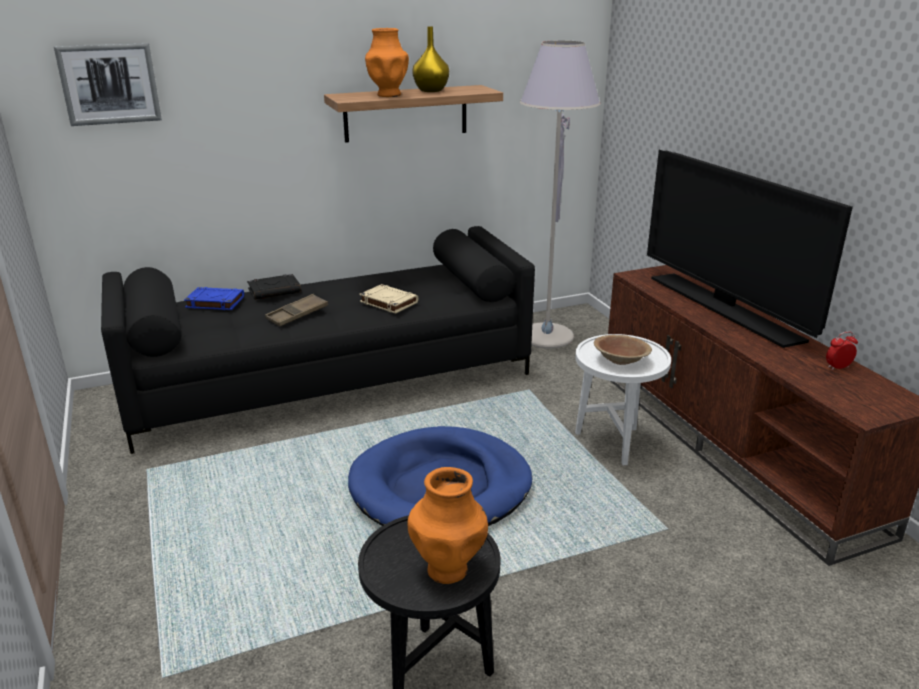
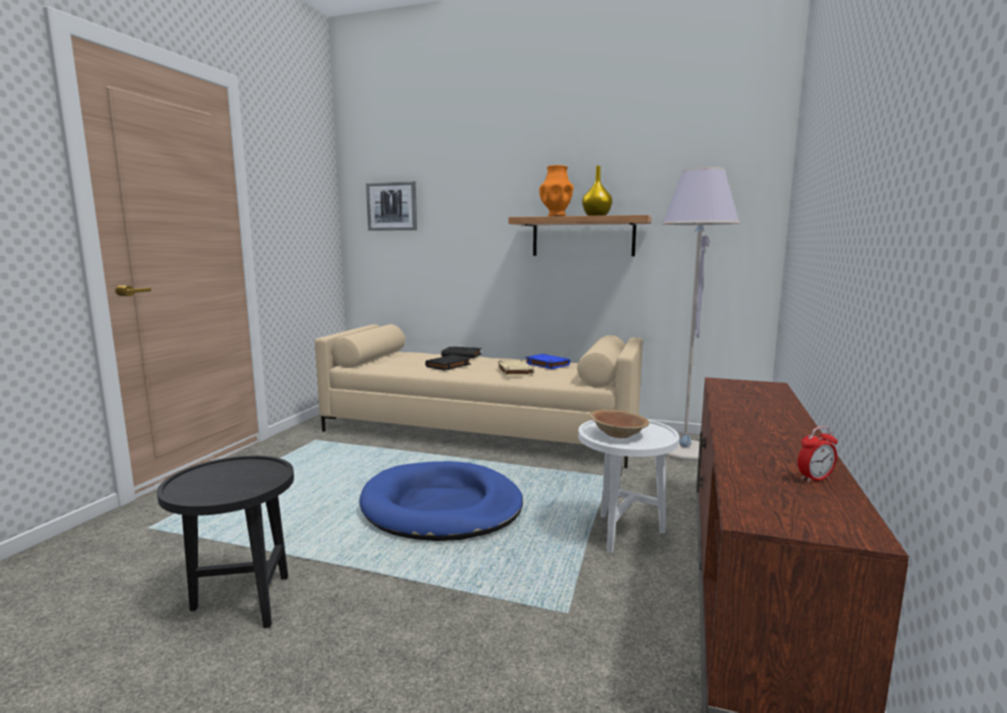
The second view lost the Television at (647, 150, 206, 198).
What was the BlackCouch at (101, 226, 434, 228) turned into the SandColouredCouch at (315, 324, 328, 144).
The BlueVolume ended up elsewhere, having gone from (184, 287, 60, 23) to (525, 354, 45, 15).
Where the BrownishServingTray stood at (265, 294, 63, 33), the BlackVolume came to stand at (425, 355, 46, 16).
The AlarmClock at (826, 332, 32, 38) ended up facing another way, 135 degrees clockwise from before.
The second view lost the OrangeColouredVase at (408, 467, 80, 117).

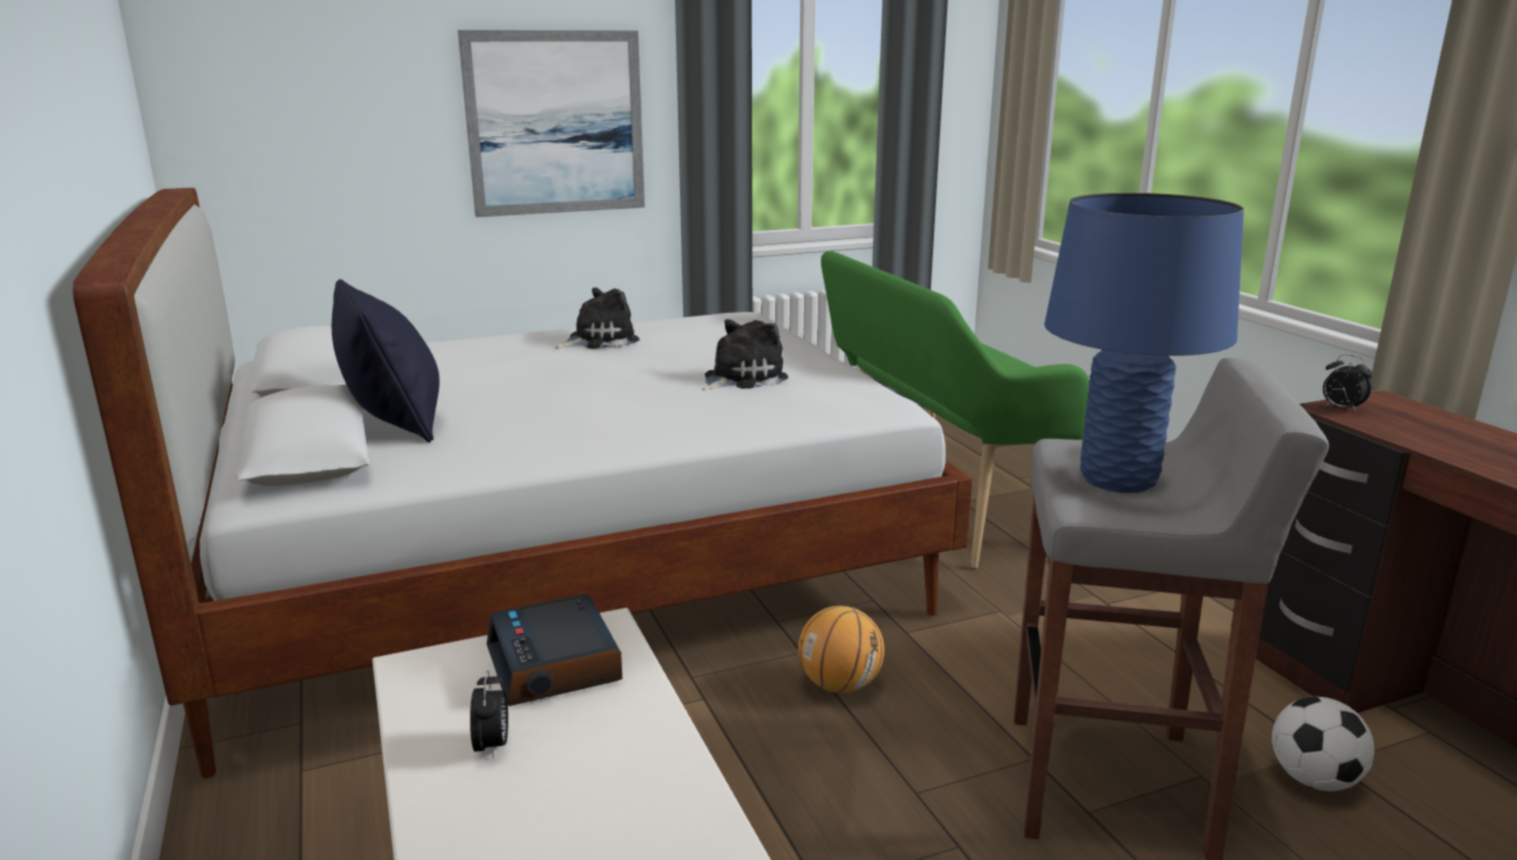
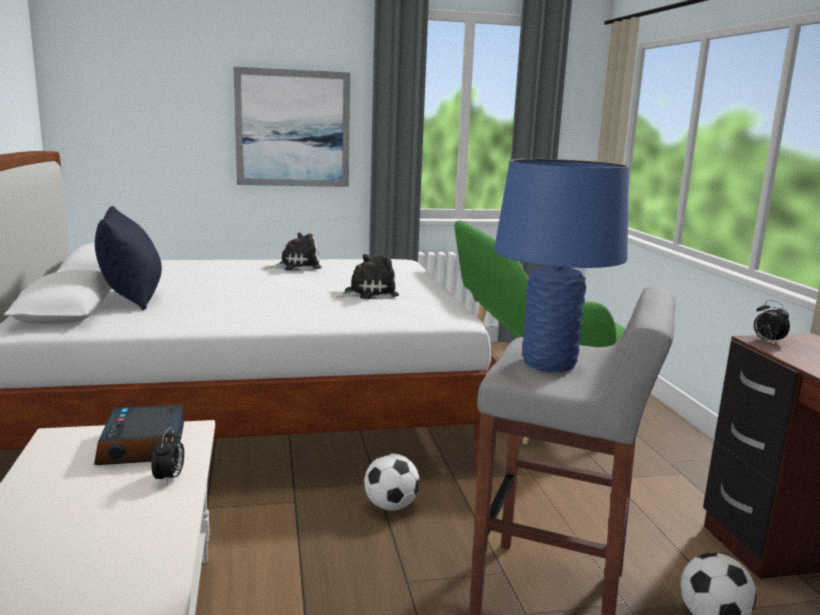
Where the Basketball stood at (798, 606, 87, 87), the Football came to stand at (364, 454, 56, 57).
The AlarmClock ended up elsewhere, having gone from (470, 670, 38, 90) to (151, 427, 33, 58).

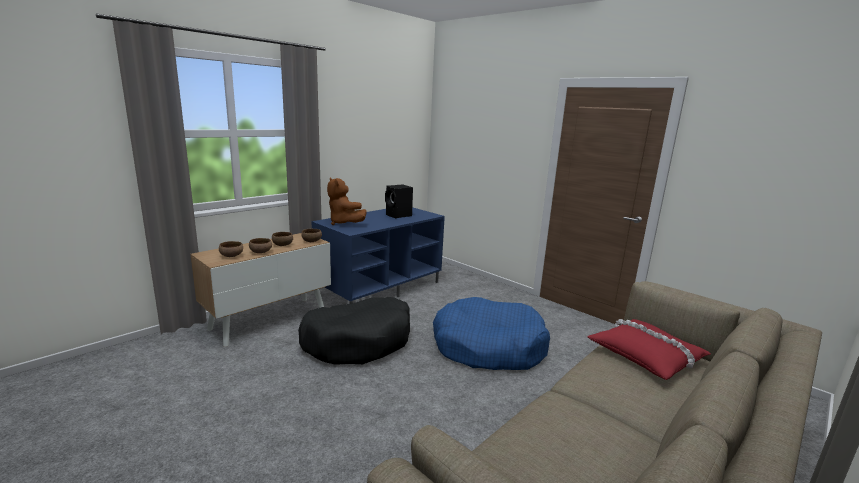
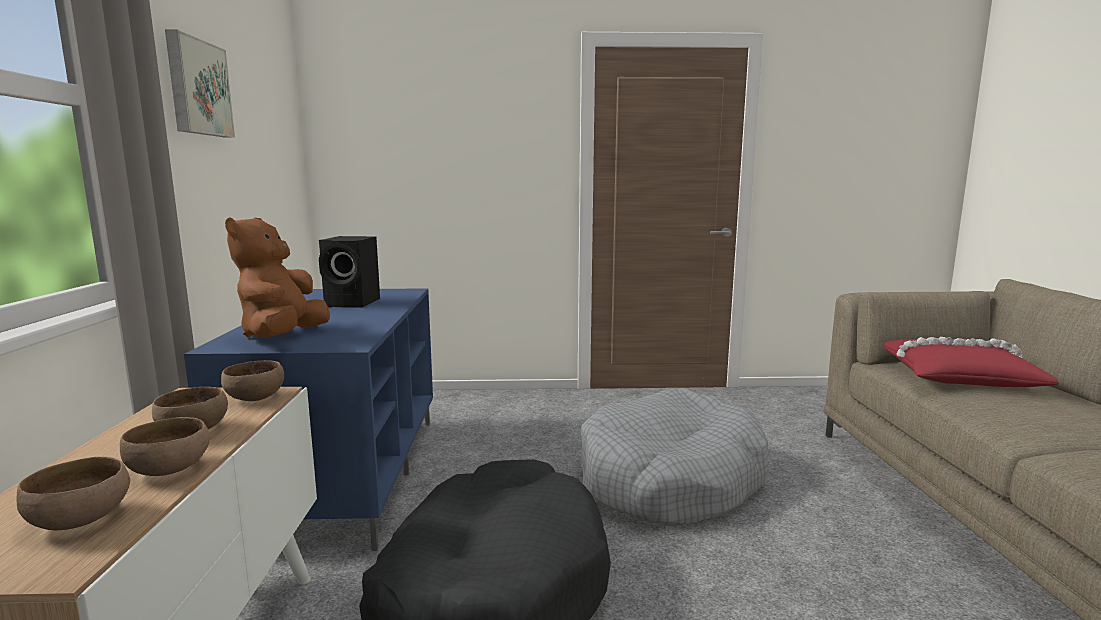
The BrownishSoftToy at (327, 178, 40, 47) ended up facing another way, 90 degrees clockwise from before.
What was the BlueDogCushion at (433, 297, 117, 73) turned into the GrayDogCushion at (581, 389, 188, 137).
The second view gained the WallArt at (165, 30, 70, 108).

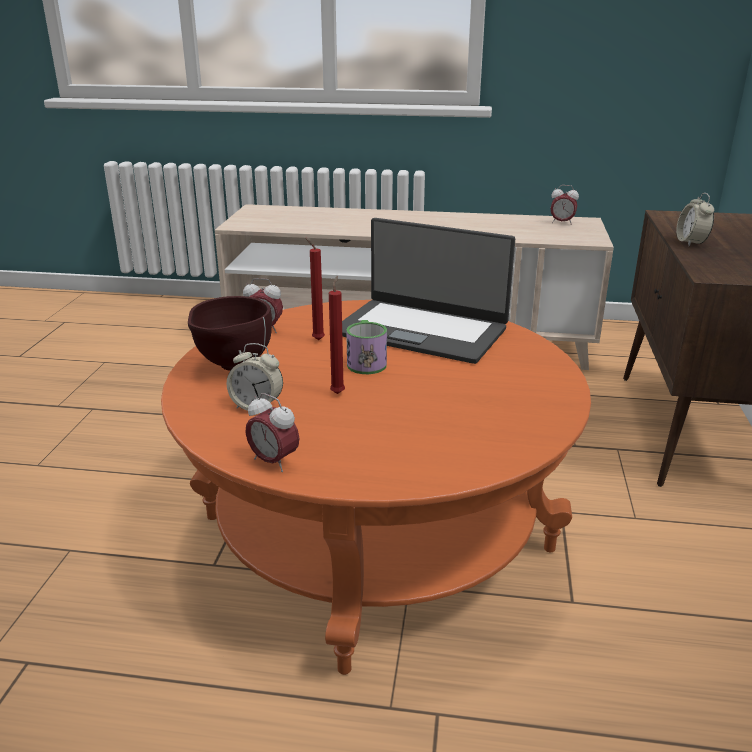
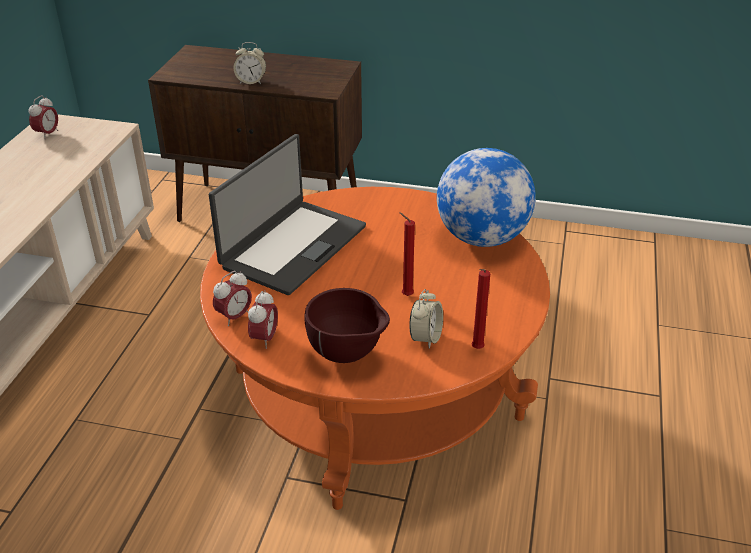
The RedWaxCandle ended up elsewhere, having gone from (305, 237, 20, 103) to (471, 269, 19, 80).
The second view lost the TeaMug at (346, 320, 41, 54).
The AlarmClock ended up elsewhere, having gone from (245, 393, 55, 79) to (213, 271, 39, 55).
The second view gained the Globe at (437, 148, 99, 99).

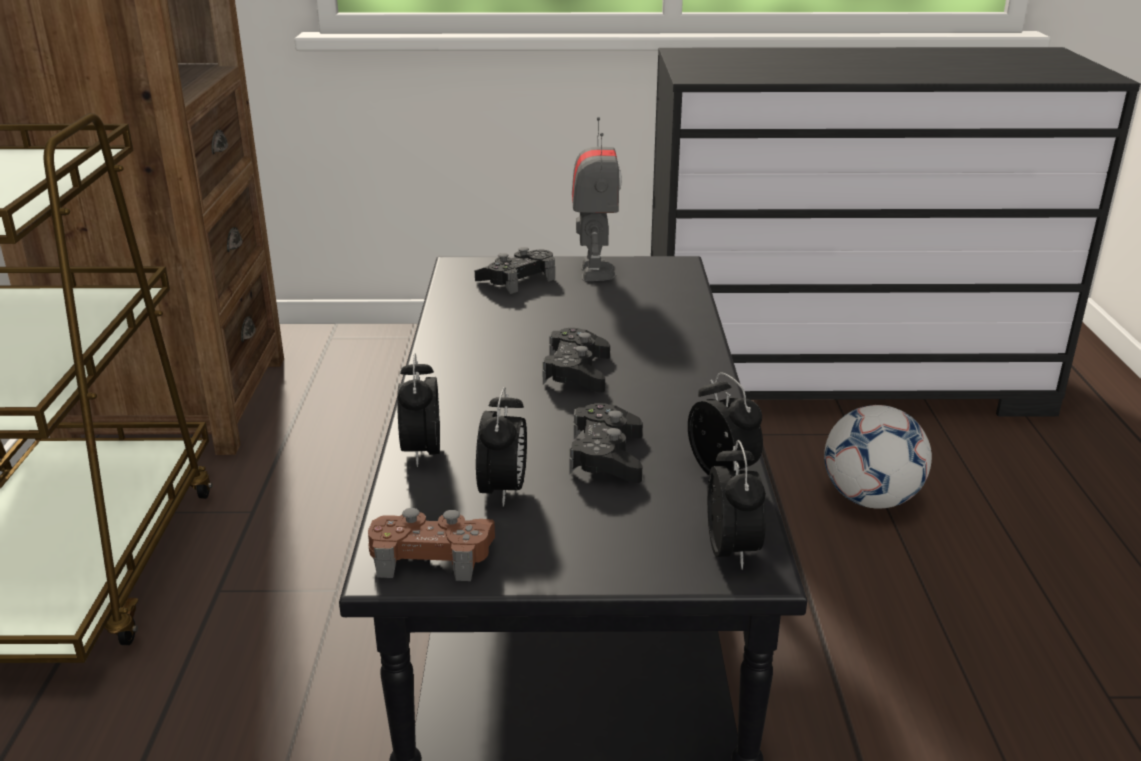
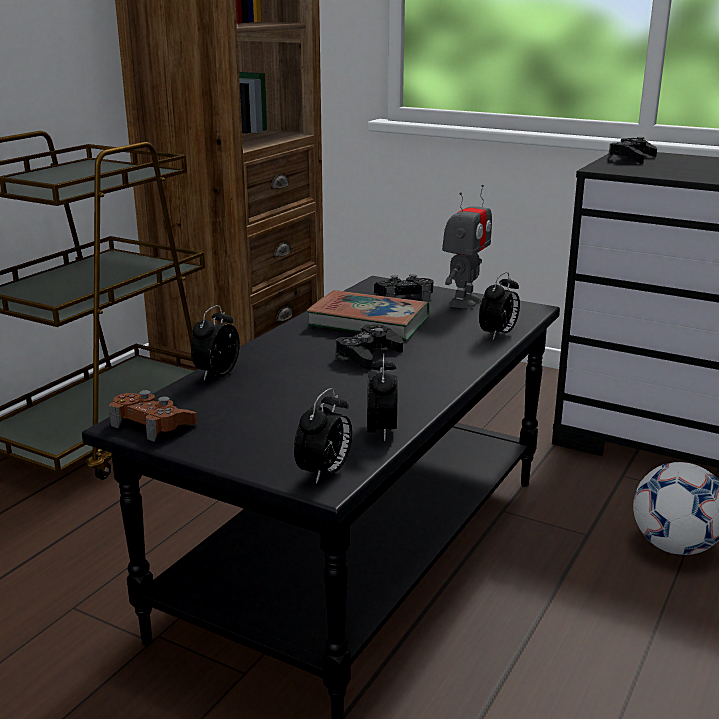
The AlarmClock ended up elsewhere, having gone from (476, 387, 51, 120) to (479, 272, 41, 67).
The BlackGamepad ended up elsewhere, having gone from (569, 403, 74, 80) to (608, 137, 49, 27).
The second view gained the Volume at (307, 290, 122, 51).

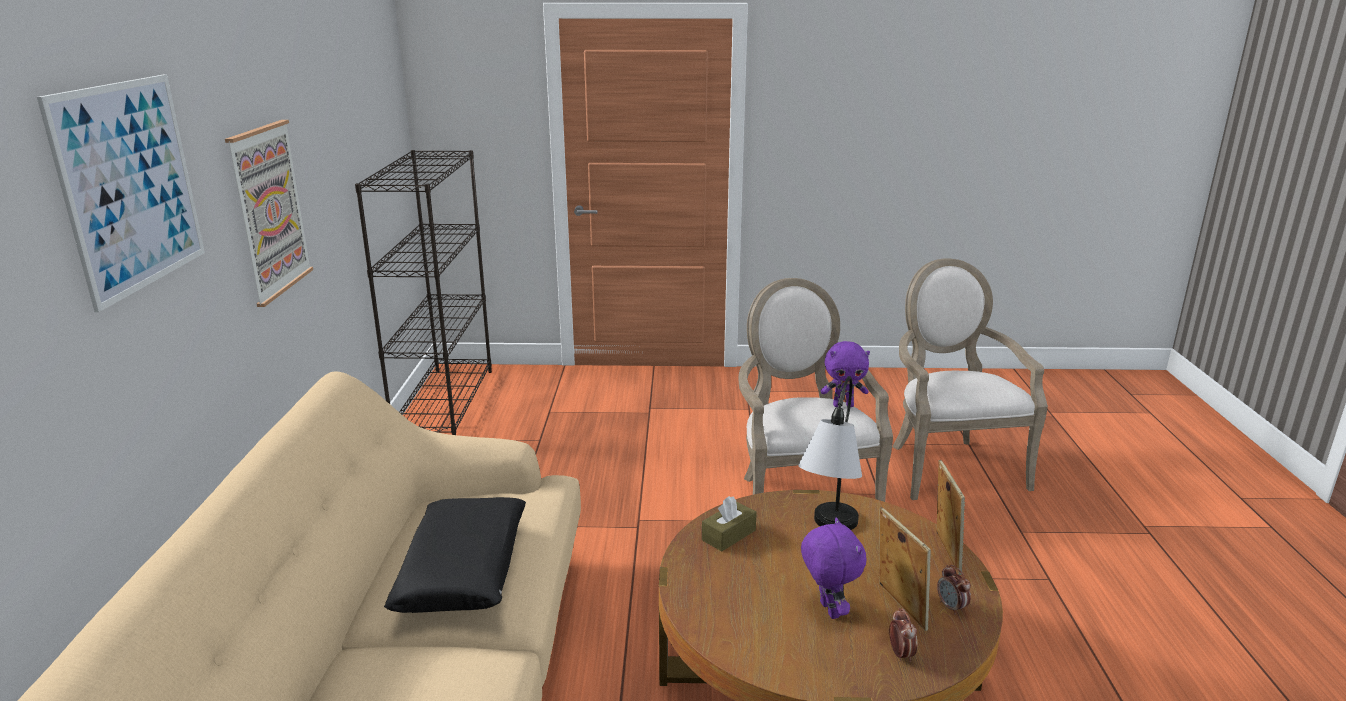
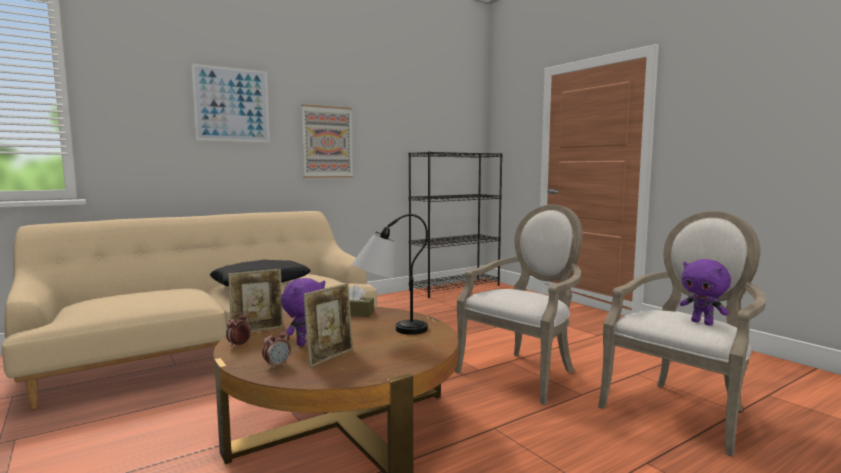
The PurpleSoftToy ended up elsewhere, having gone from (821, 341, 49, 66) to (680, 259, 51, 67).
The PhotoFrame ended up elsewhere, having gone from (936, 460, 29, 115) to (228, 269, 56, 64).
The AlarmClock ended up elsewhere, having gone from (937, 565, 34, 50) to (226, 312, 25, 35).

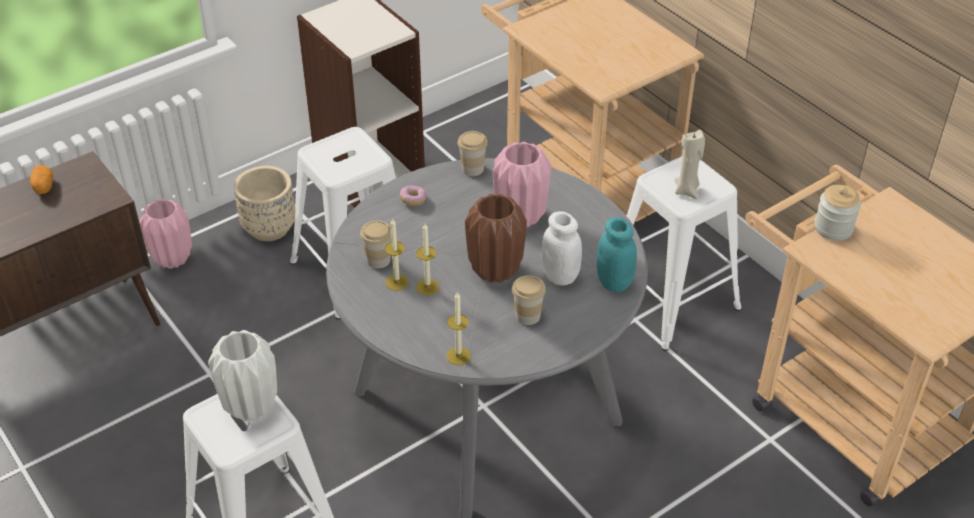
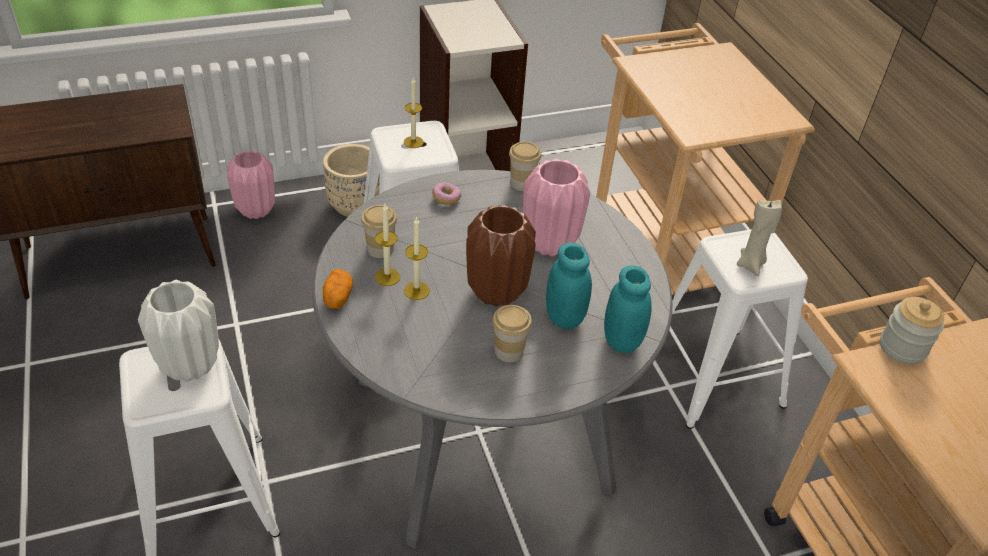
The Spud ended up elsewhere, having gone from (30, 165, 23, 29) to (323, 269, 30, 40).
What was the WhitishStorageJar at (542, 211, 40, 74) turned into the TurquoiseColouredStorageJar at (546, 243, 46, 86).
The WaxCandle ended up elsewhere, having gone from (447, 292, 24, 73) to (404, 78, 20, 70).

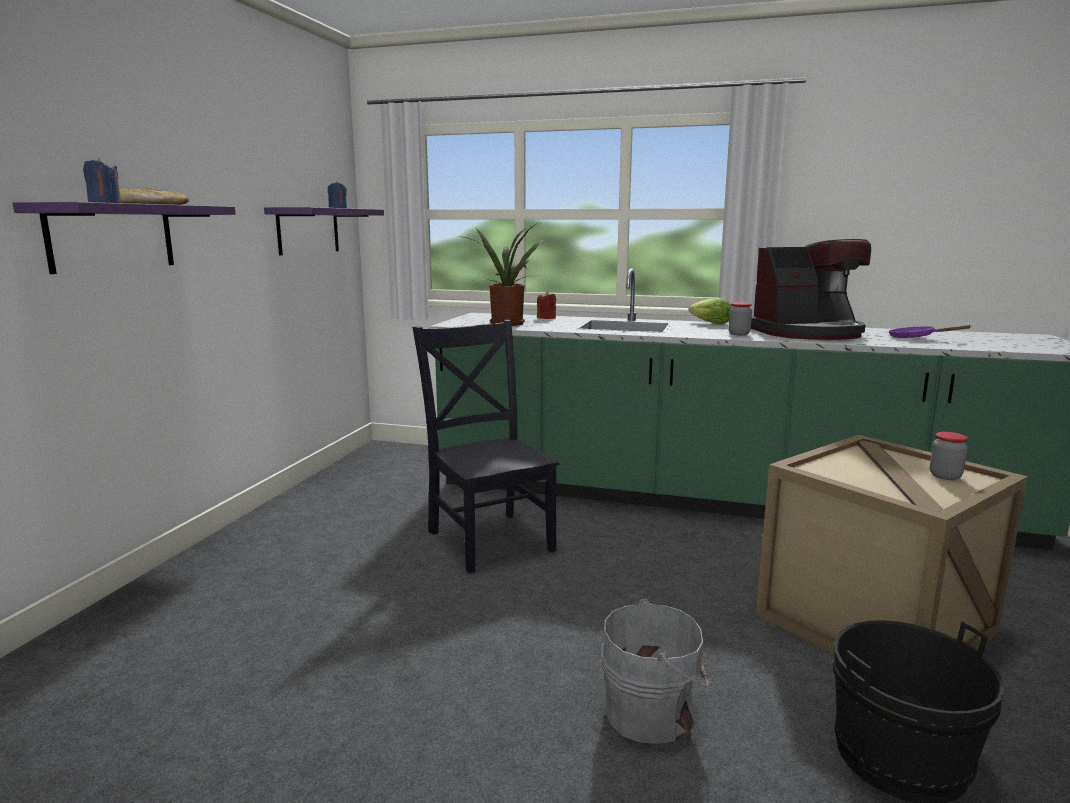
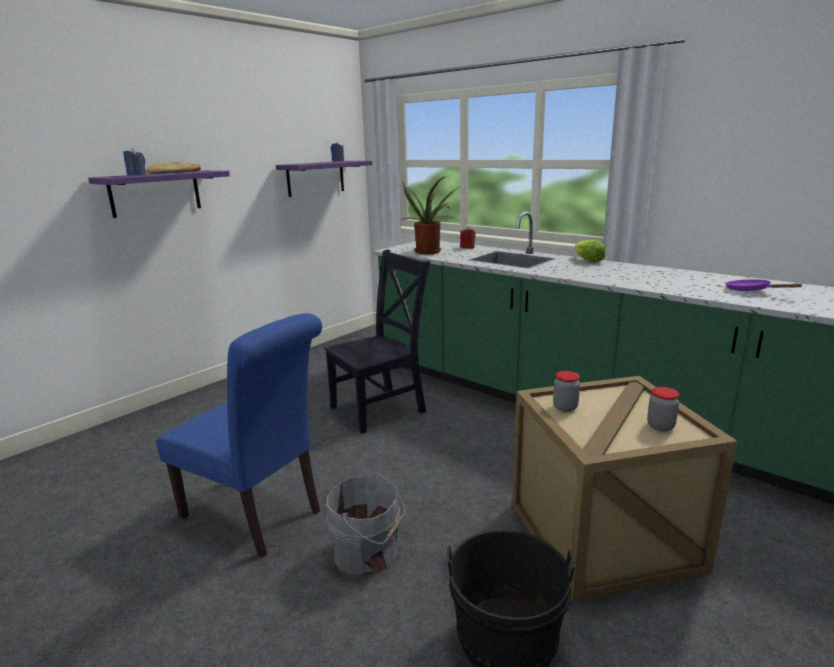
The second view lost the CoffeeBrewer at (751, 239, 120, 101).
The StorageJar ended up elsewhere, having gone from (729, 302, 23, 34) to (553, 371, 27, 41).
The BlackChair at (412, 320, 147, 253) ended up facing another way, 60 degrees clockwise from before.
The second view gained the BlueChair at (156, 313, 166, 245).

